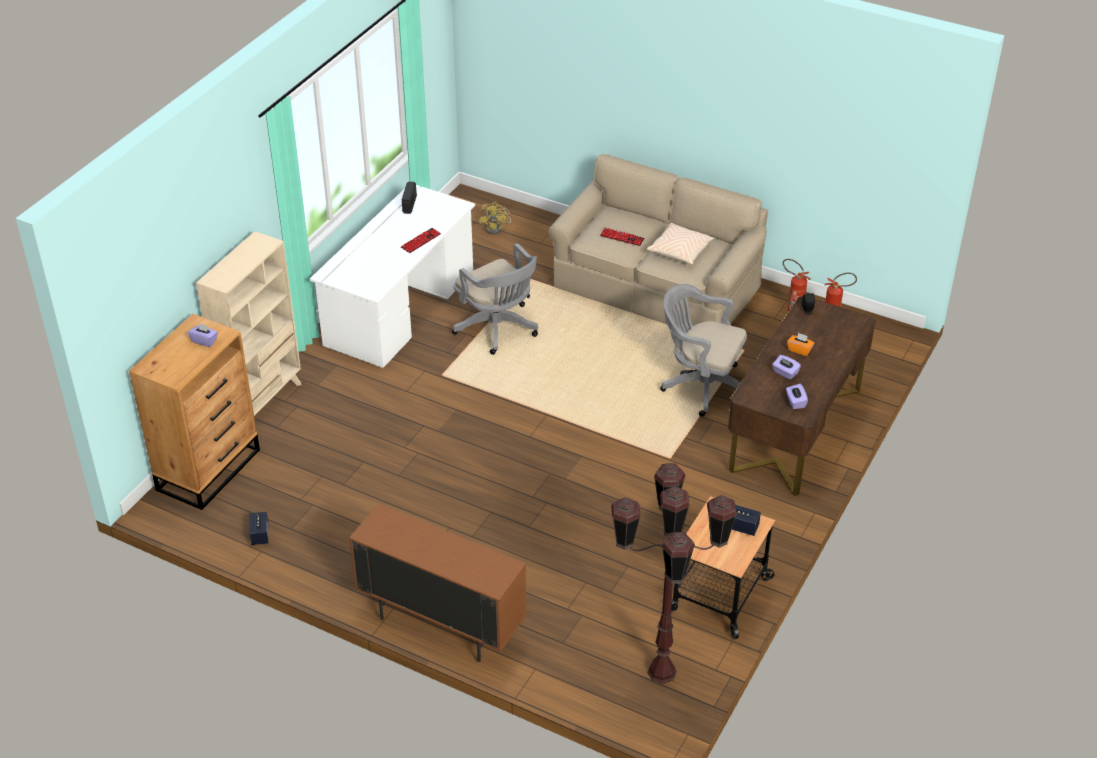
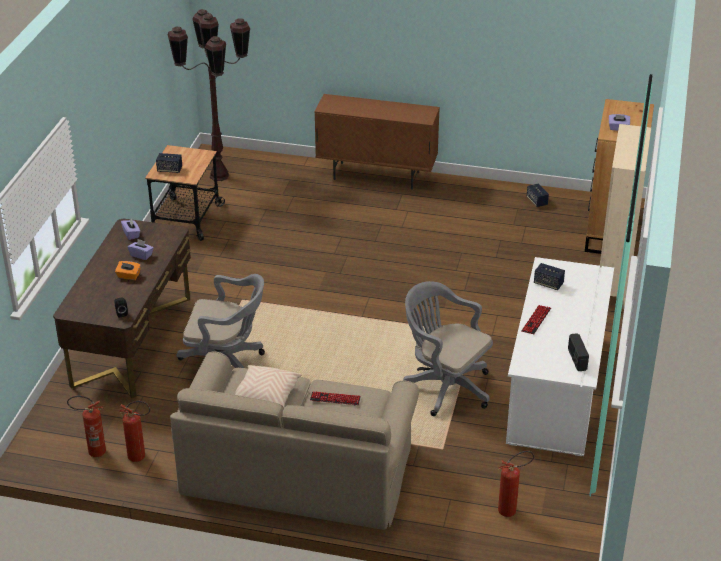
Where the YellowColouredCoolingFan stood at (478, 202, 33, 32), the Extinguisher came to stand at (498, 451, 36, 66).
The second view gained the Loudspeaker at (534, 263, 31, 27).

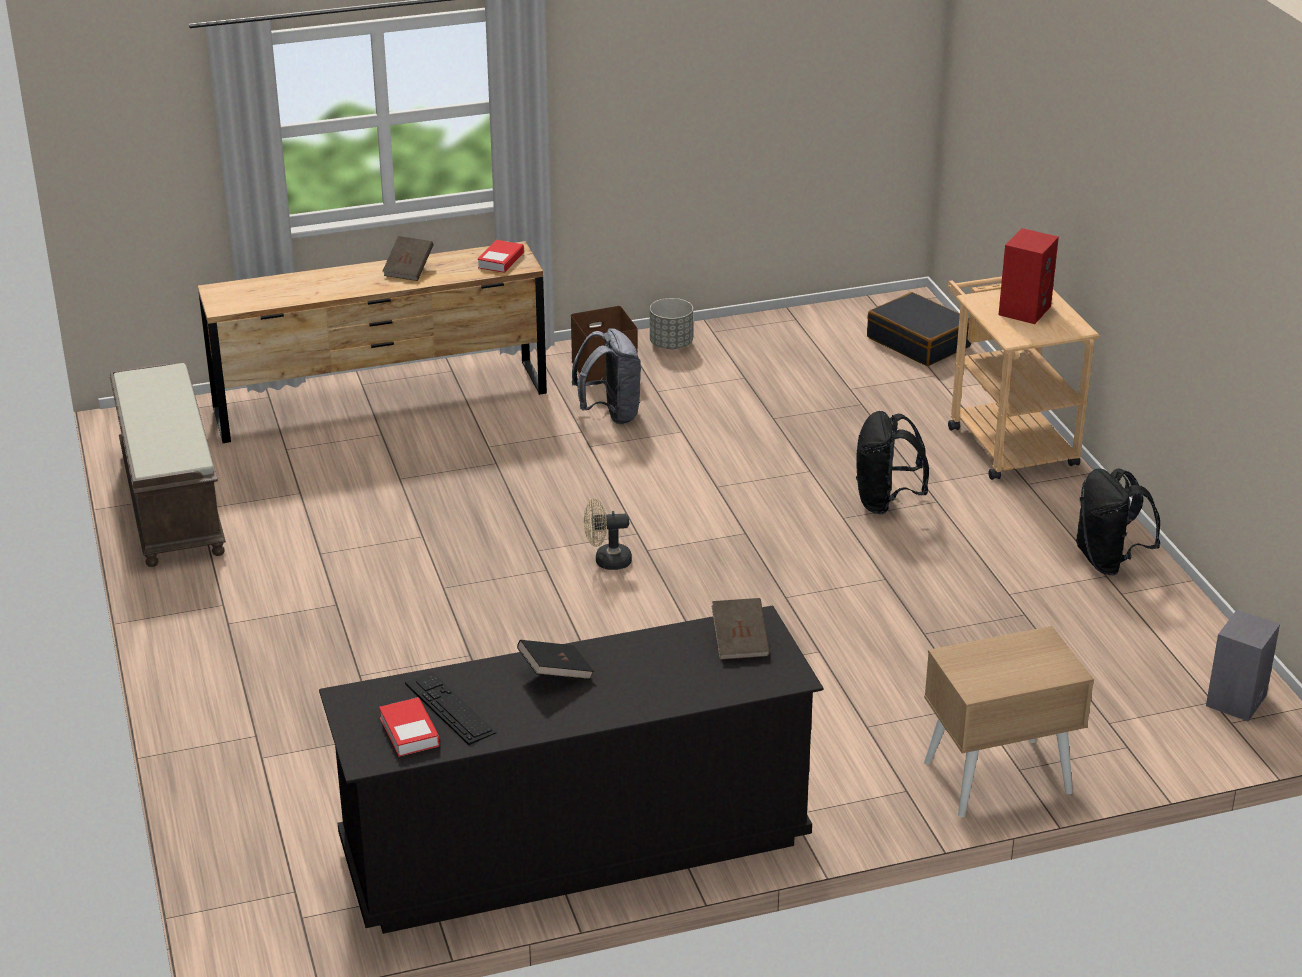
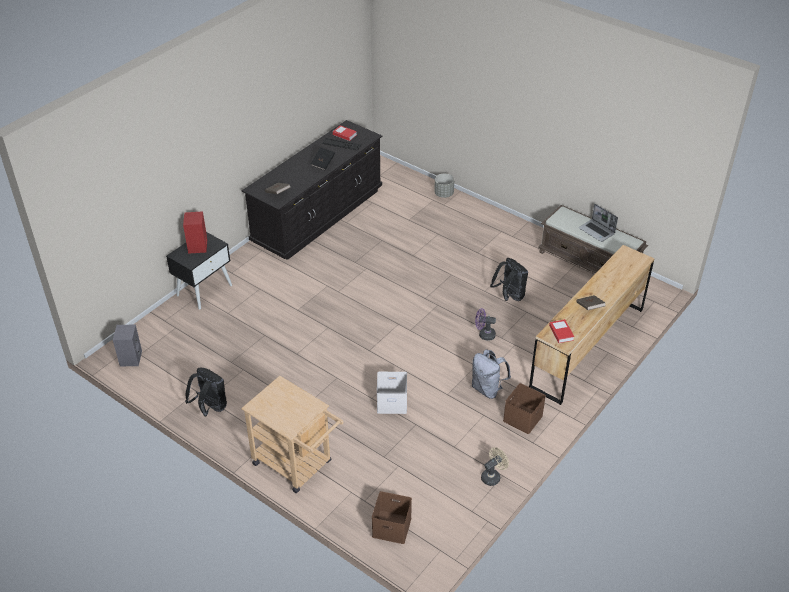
The RedLoudspeaker ended up elsewhere, having gone from (999, 228, 60, 96) to (183, 211, 24, 43).
Where the BlackPieceOfLuggage stood at (867, 292, 104, 74), the BrownishStorageContainer came to stand at (372, 491, 40, 53).
The GrayPlantPot ended up elsewhere, having gone from (650, 298, 43, 51) to (434, 174, 20, 24).
The BlackKnapsack ended up elsewhere, having gone from (856, 411, 73, 104) to (490, 258, 38, 43).
The SandColouredCoolingFan ended up elsewhere, having gone from (584, 498, 48, 72) to (481, 447, 28, 39).
What was the SandColouredNightstand at (924, 626, 170, 191) turned into the BlackNightstand at (166, 232, 66, 78).
The second view gained the NotebookComputer at (579, 204, 39, 38).
The second view gained the PurpleCoolingFan at (475, 308, 21, 33).
The second view gained the WhitishStorageContainer at (377, 372, 30, 42).

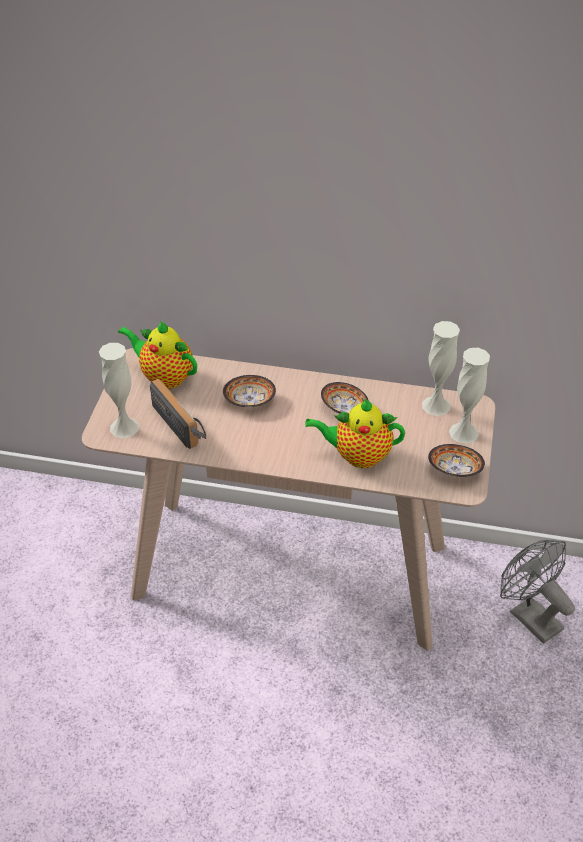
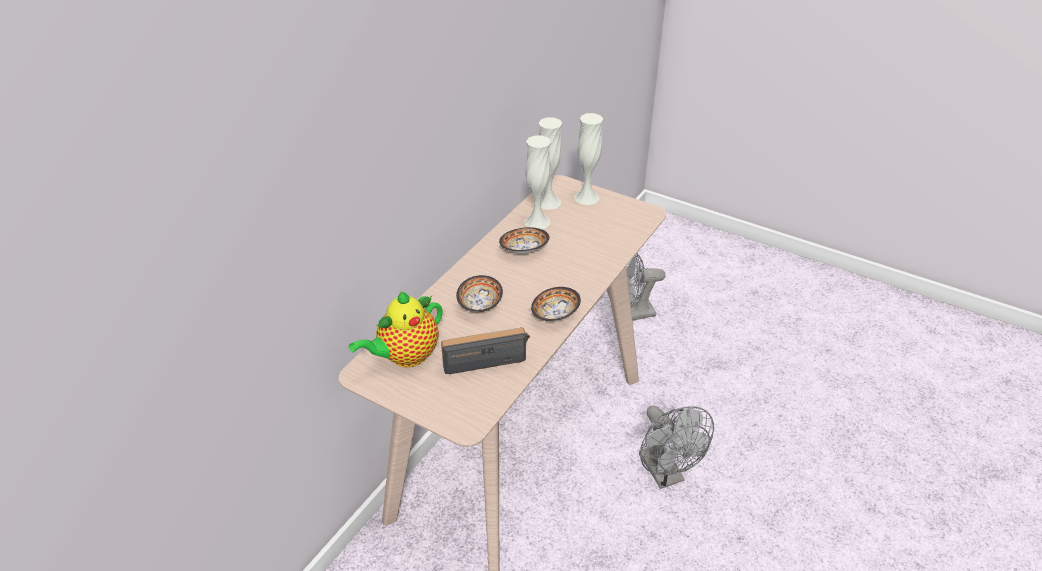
The WhitishVase ended up elsewhere, having gone from (99, 343, 40, 95) to (524, 136, 27, 93).
The second view lost the TeaPot at (305, 399, 100, 69).
The Bowl ended up elsewhere, having gone from (428, 444, 57, 33) to (531, 287, 50, 35).
The second view gained the GrayCoolingFan at (639, 405, 75, 84).

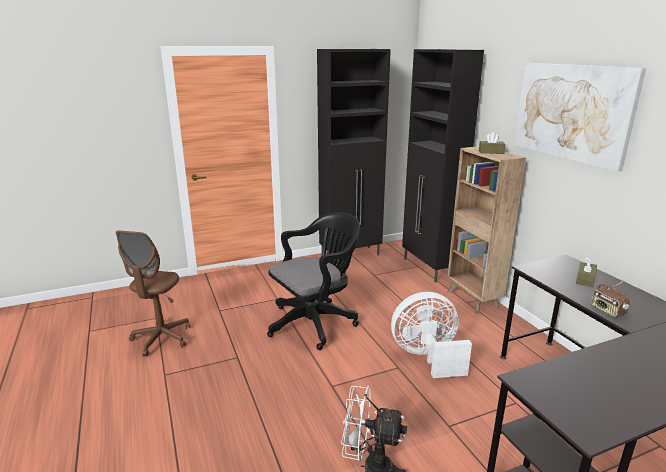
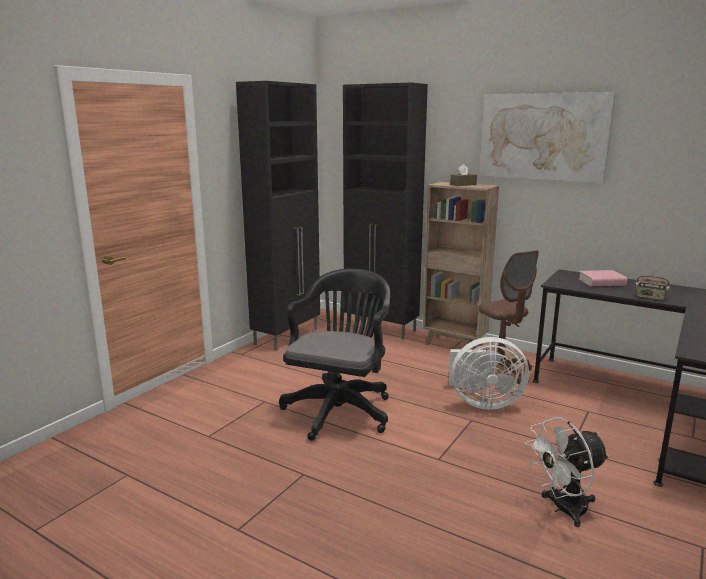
The BrownishOfficeChair ended up elsewhere, having gone from (116, 231, 74, 126) to (479, 251, 60, 133).
Where the BrownishTissueBox stood at (576, 257, 21, 30), the PinkColouredVolume came to stand at (578, 270, 49, 16).
The WhitishCoolingFan at (391, 292, 81, 86) ended up facing another way, 135 degrees counterclockwise from before.

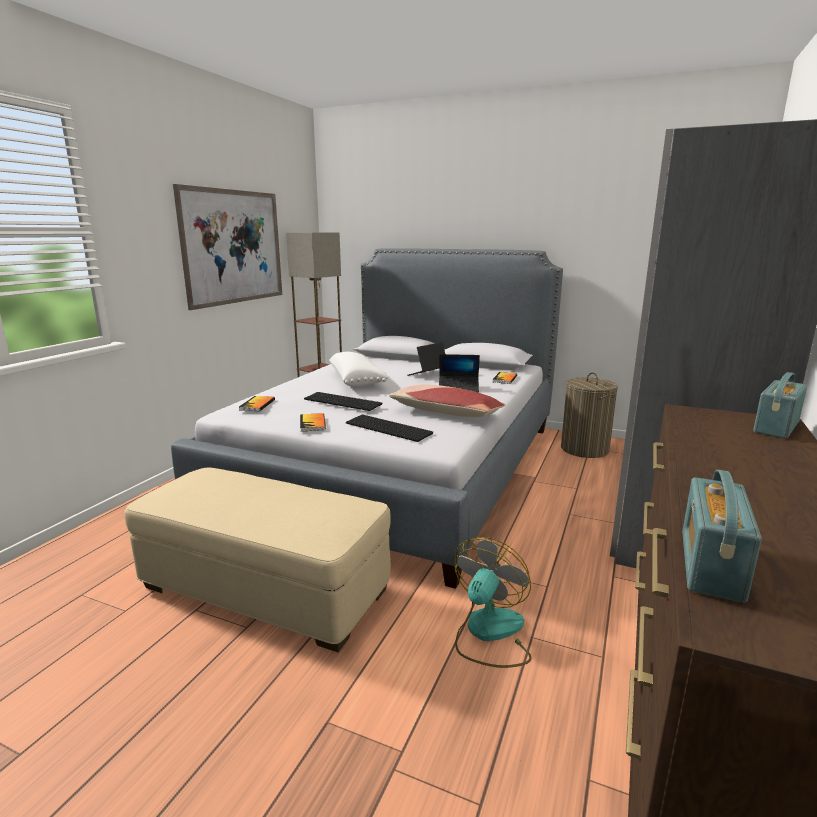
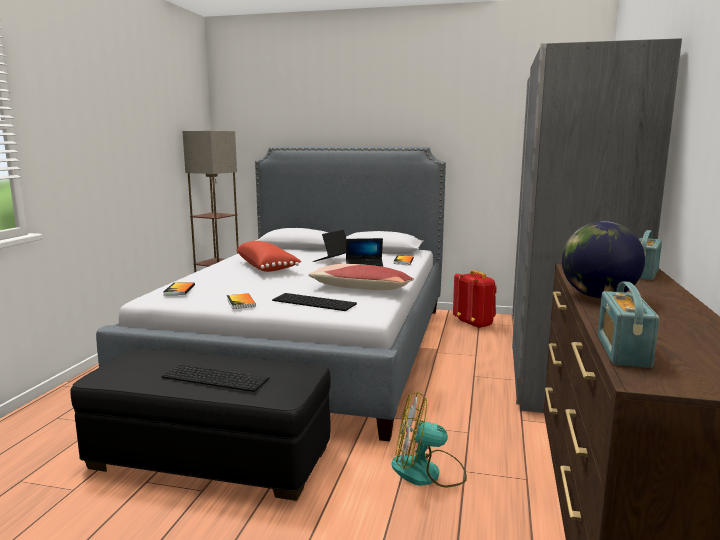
The second view lost the WallArt at (173, 184, 109, 126).
What was the WhitishThrowPillow at (329, 352, 60, 35) turned into the RedThrowPillow at (236, 241, 65, 31).
Where the LaundryBasket stood at (561, 372, 57, 86), the RedKnapsack came to stand at (453, 270, 44, 59).
The ComputerKeyboard ended up elsewhere, having gone from (304, 392, 78, 19) to (161, 364, 108, 28).
What was the SandColouredFootrest at (124, 468, 267, 184) turned into the BlackFootrest at (70, 349, 260, 152).
The CoolingFan at (454, 537, 78, 131) ended up facing another way, 105 degrees counterclockwise from before.
The second view gained the Globe at (562, 221, 83, 77).

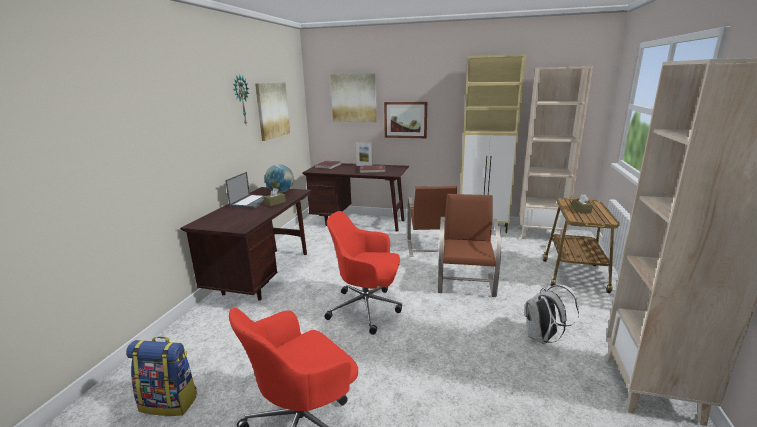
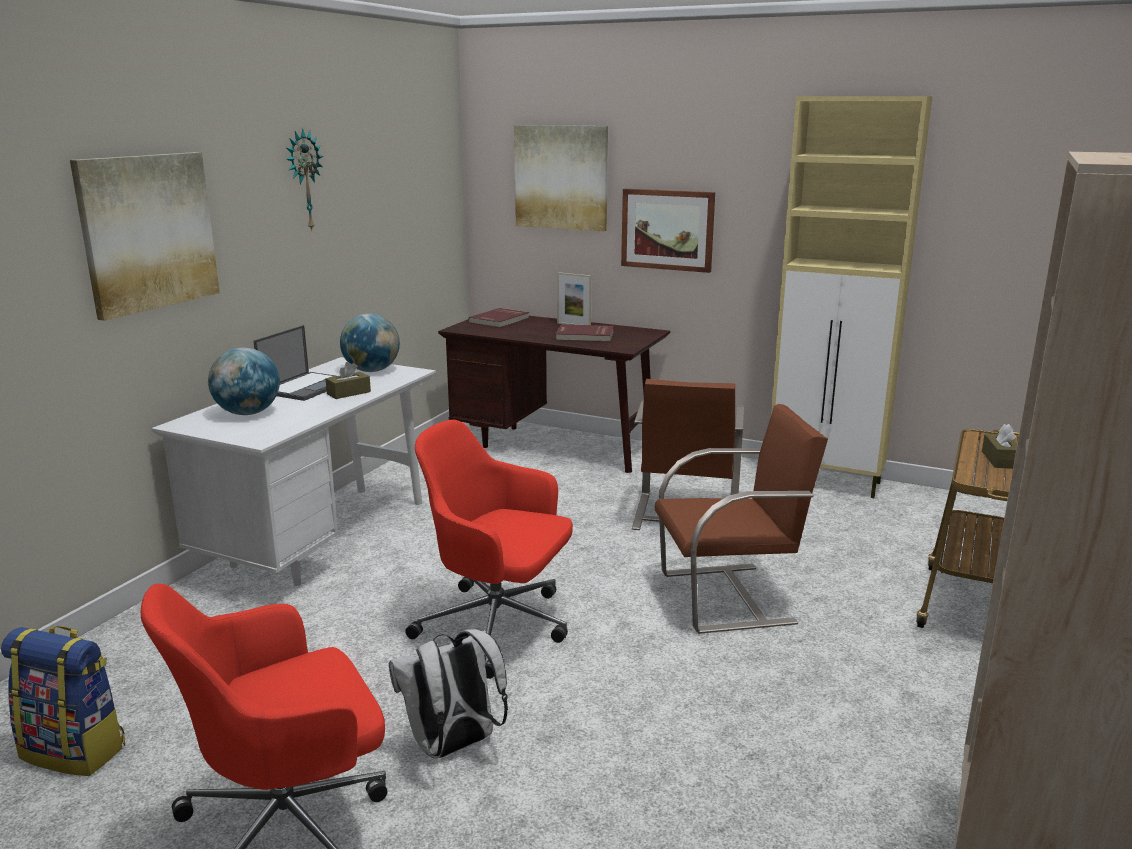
The second view lost the SandColouredBookcase at (519, 66, 74, 173).
The WallArt ended up elsewhere, having gone from (255, 82, 35, 59) to (70, 152, 150, 169).
What was the BrownishDesk at (180, 187, 132, 113) turned into the WhitishDesk at (151, 357, 285, 229).
The BrownishChair at (438, 194, 63, 103) ended up facing another way, 60 degrees clockwise from before.
The WhitishKnapsack ended up elsewhere, having gone from (525, 284, 54, 60) to (389, 629, 119, 130).
The second view gained the Globe at (208, 347, 72, 68).

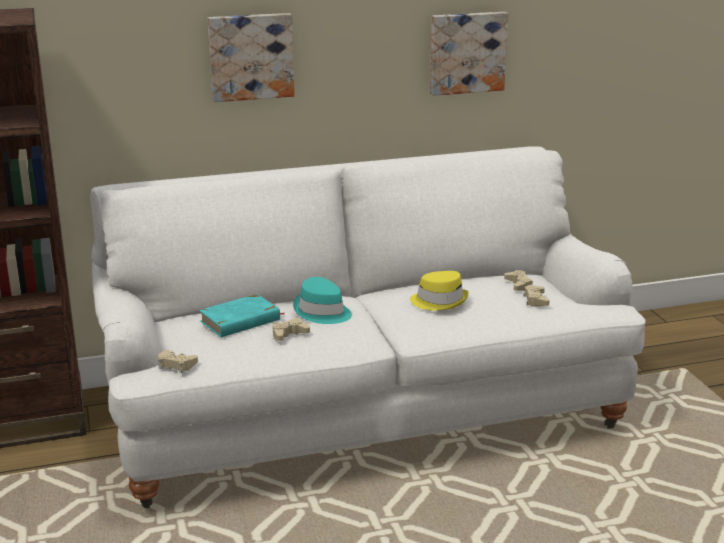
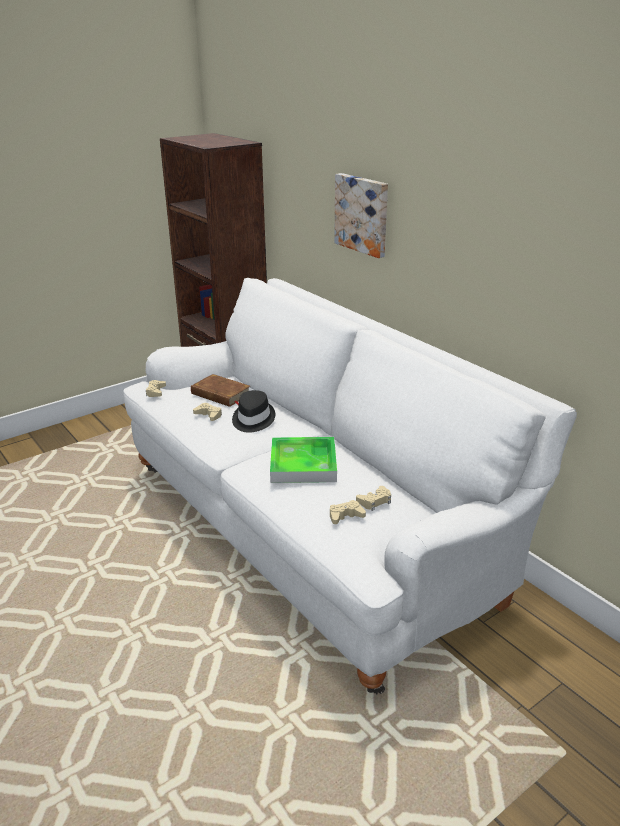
The second view lost the WallArt at (430, 12, 79, 84).
Where the YellowColouredHat stood at (410, 271, 59, 40), the ServingTray came to stand at (270, 437, 67, 46).
What was the TurquoiseColouredHat at (293, 277, 59, 47) turned into the BlackHat at (232, 390, 43, 43).
What was the TurquoiseColouredVolume at (199, 294, 85, 43) turned into the BrownishVolume at (191, 374, 59, 33).

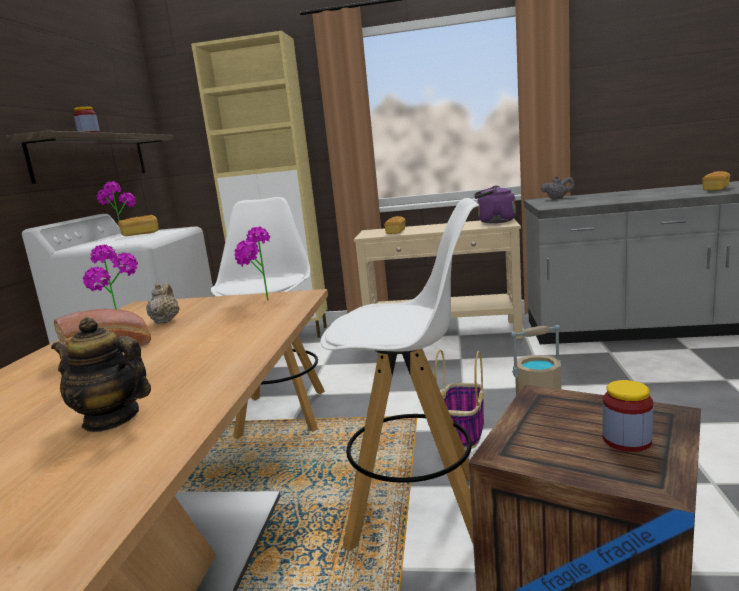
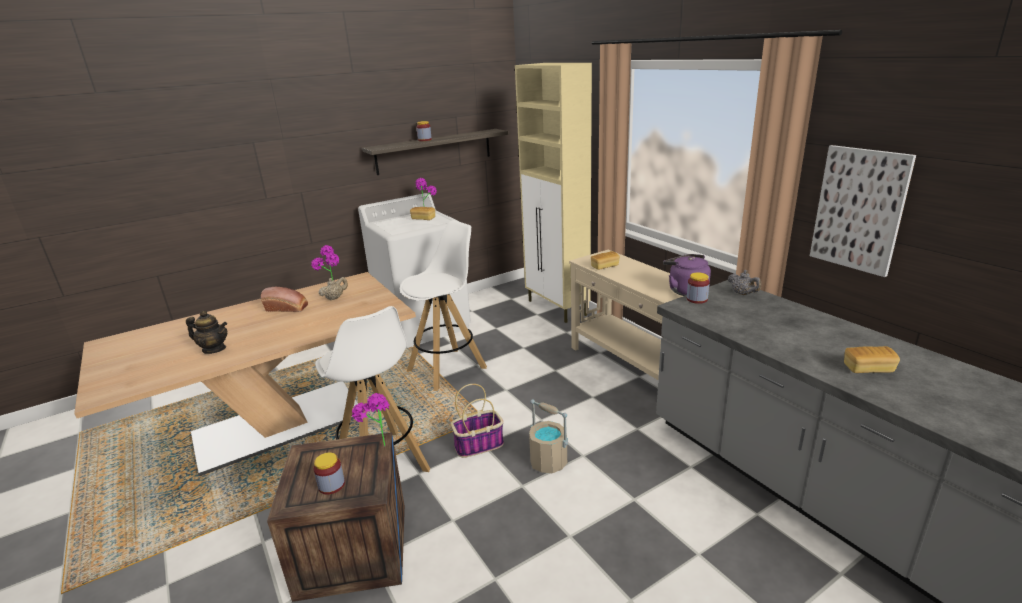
The PottedPlant ended up elsewhere, having gone from (234, 227, 36, 74) to (352, 393, 37, 54).
The TeaPot at (51, 317, 100, 115) ended up facing another way, 120 degrees clockwise from before.
The second view gained the WallArt at (810, 145, 106, 132).
The second view gained the StorageJar at (687, 273, 23, 31).

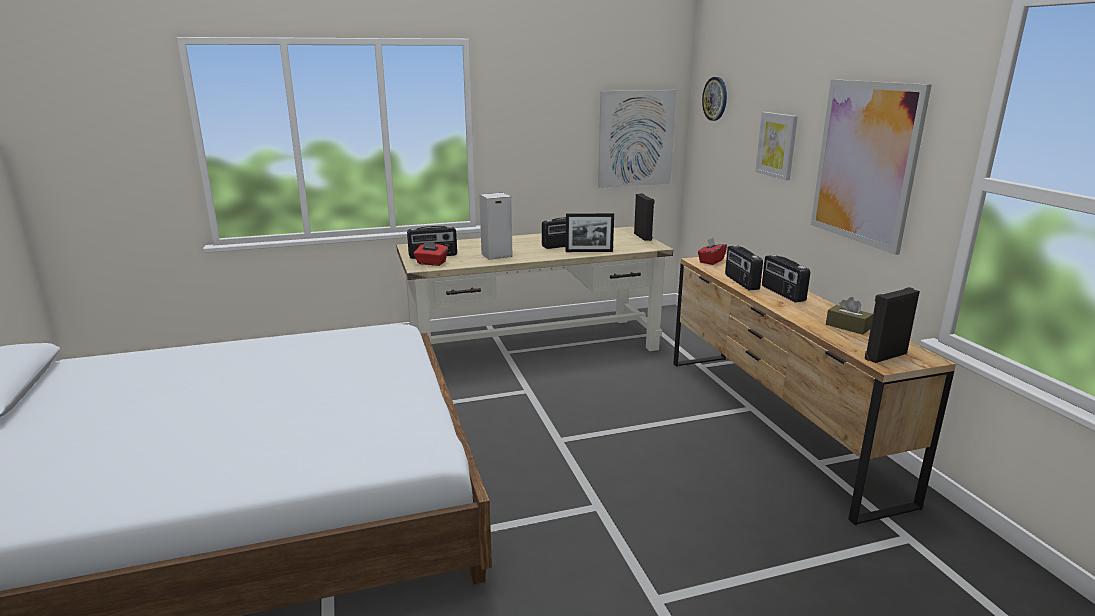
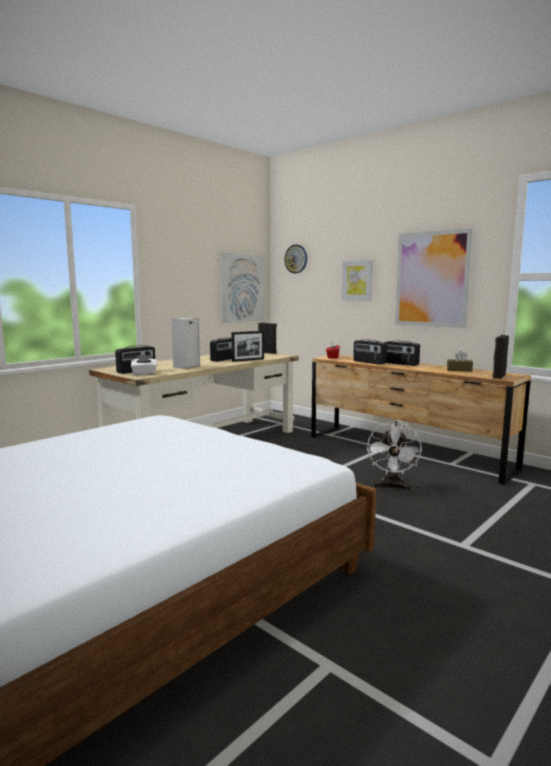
What was the RedTissueBox at (414, 241, 34, 25) turned into the WhitishTissueBox at (131, 355, 26, 20).
The second view gained the WhitishCoolingFan at (367, 421, 55, 70).

